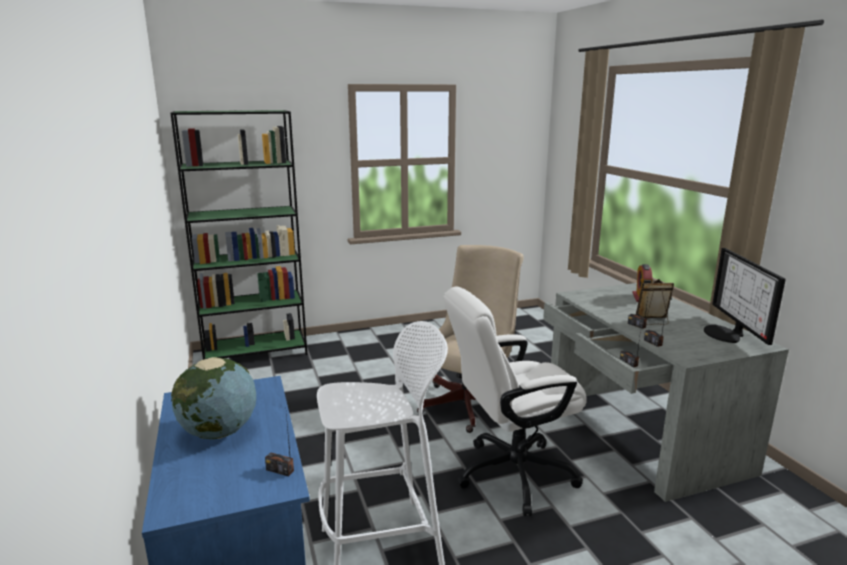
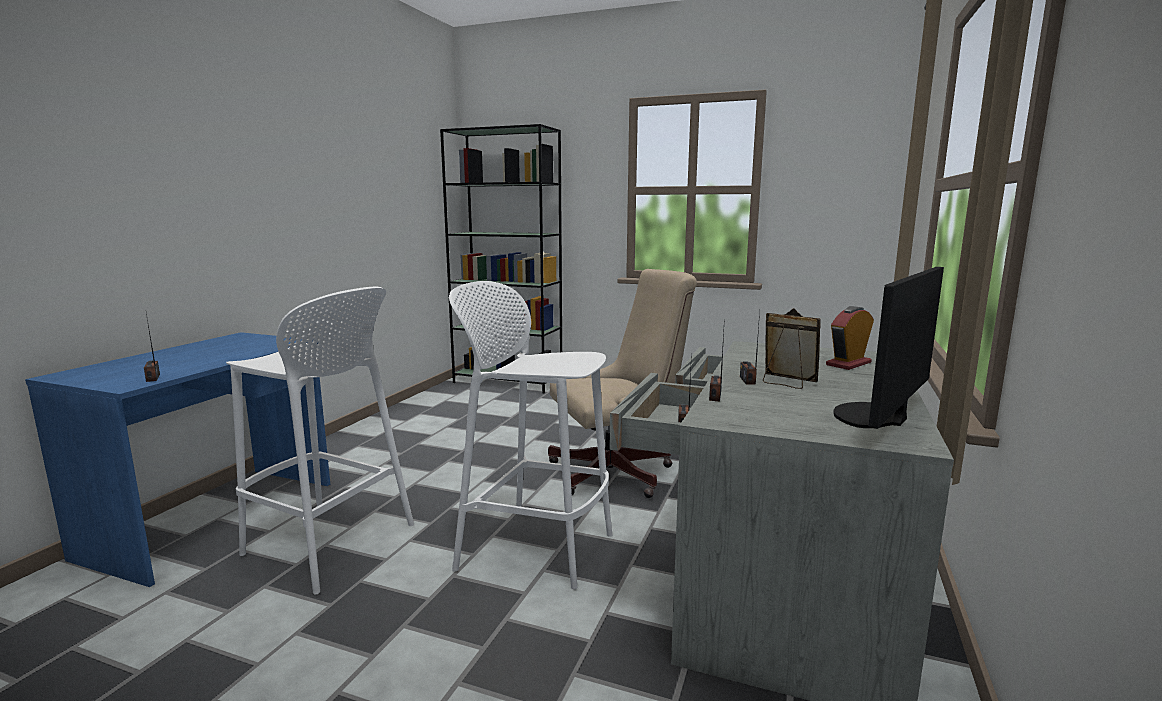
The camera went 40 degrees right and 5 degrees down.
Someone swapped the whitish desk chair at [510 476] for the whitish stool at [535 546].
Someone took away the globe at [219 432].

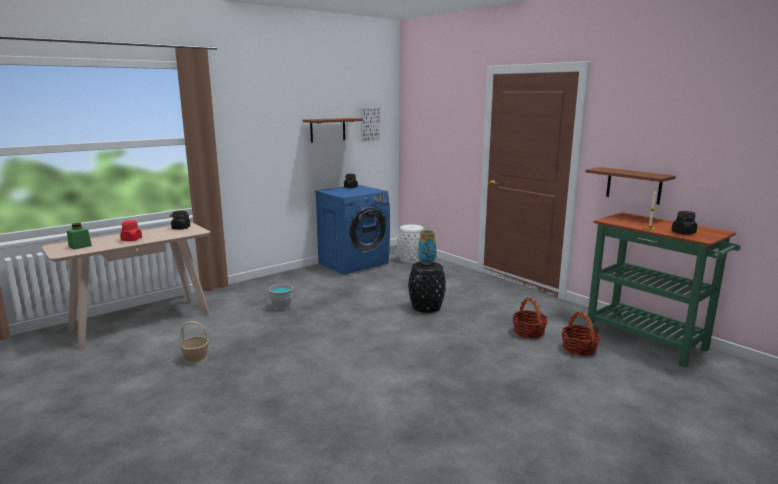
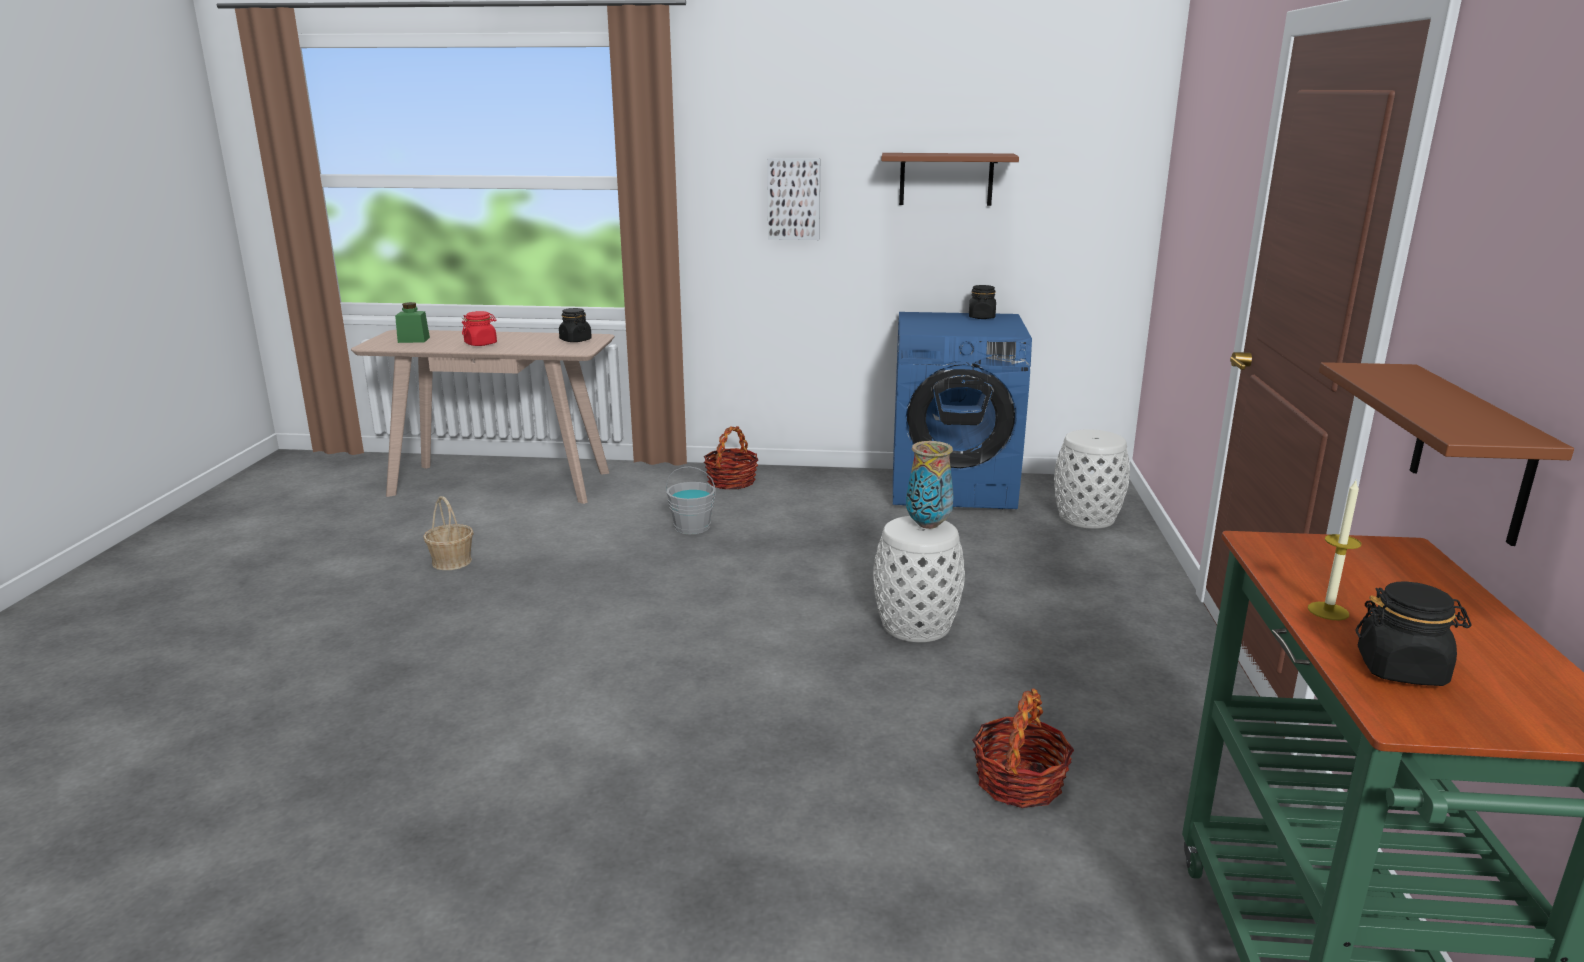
The camera went 45 degrees right and 5 degrees up.
Someone carried the picture from [369 124] to [794 199].
Someone repainted the blackish stool at [426 307], which became the whitish stool at [916 626].
Someone carried the storage basket from [579 349] to [731 482].

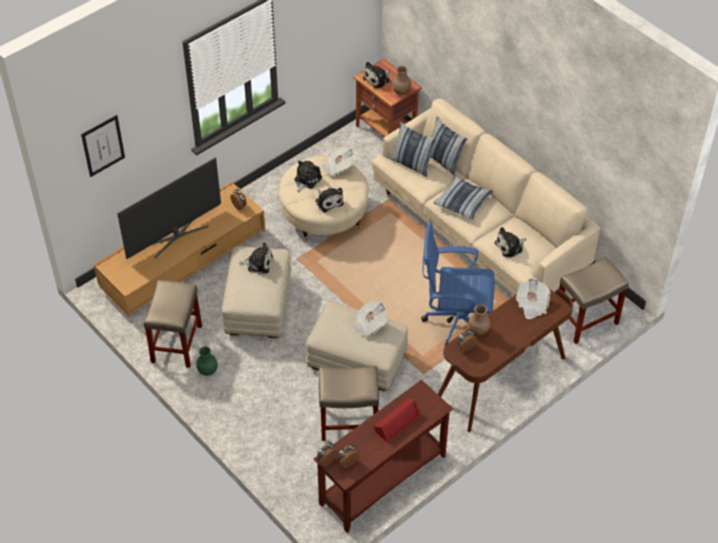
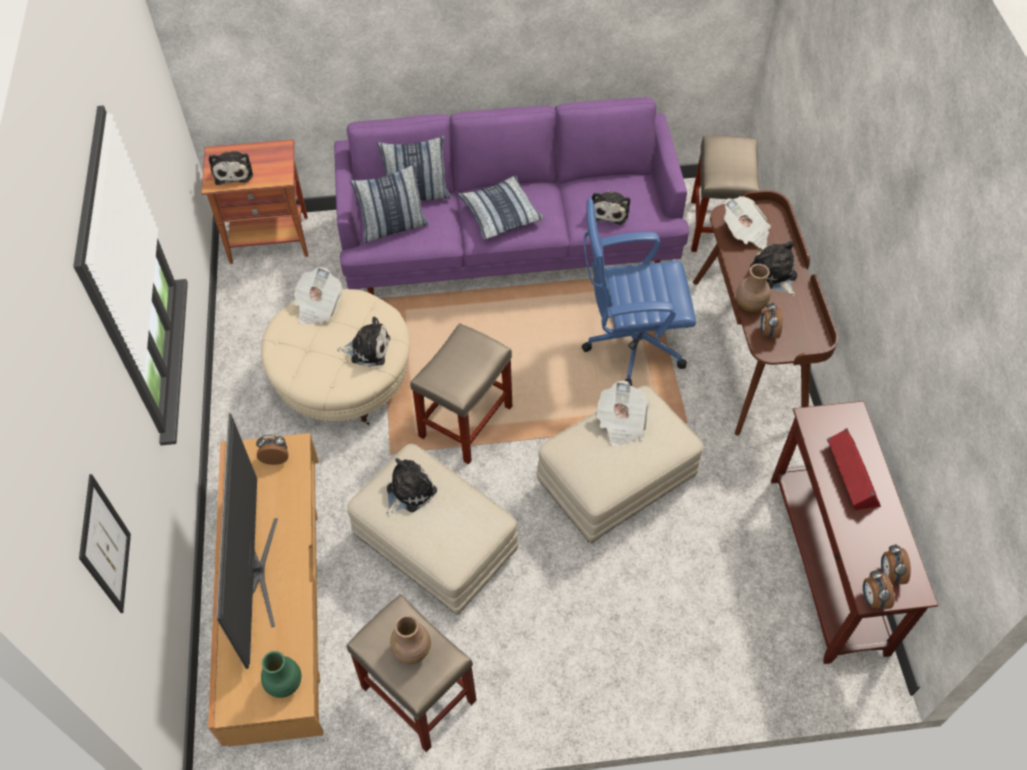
The camera went 55 degrees left and 5 degrees up.
Someone carried the brownish decorative vase from [400 91] to [411 650].
Someone repainted the beige-coloured sofa at [478 231], which became the purple-coloured sofa at [509 244].
Someone carried the soft toy from [306 180] to [774 275].
Someone rotated the blue desk chair at [454 322] by 45 degrees clockwise.
Someone carried the greenish decorative vase from [207 370] to [284 683].
Someone carried the beige-coloured stool from [348 422] to [465 423].

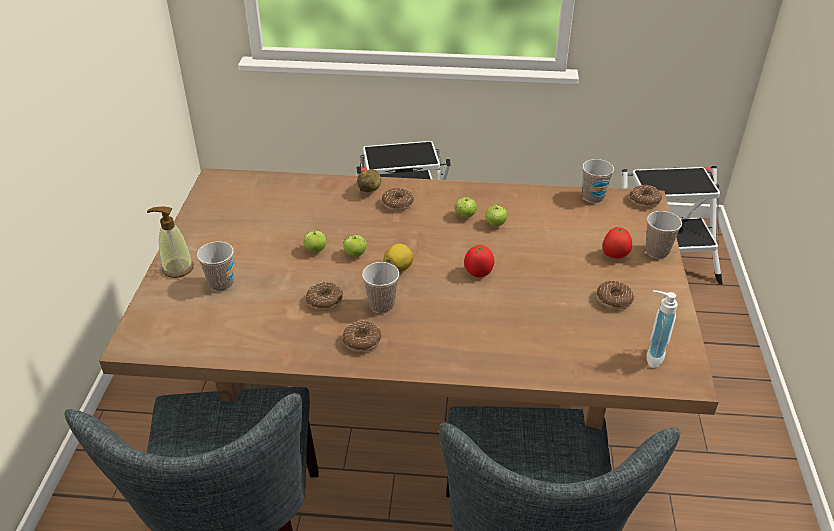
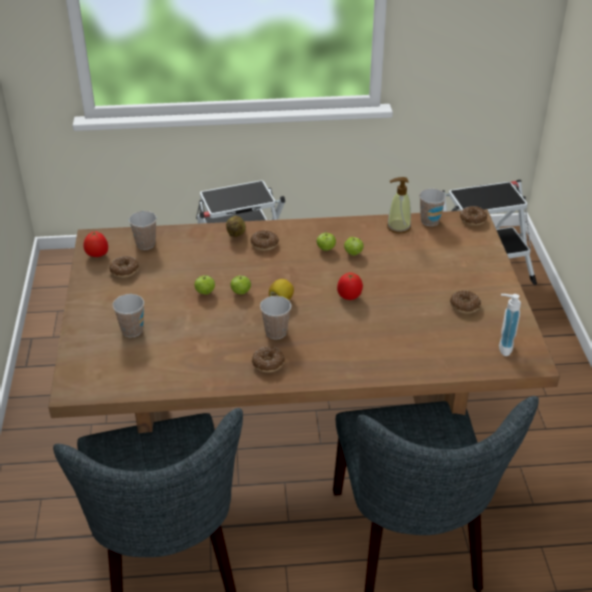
The camera went 10 degrees left and 0 degrees up.
Someone carried the liquid soap bottle from [177 268] to [398 227].
Someone carried the drinking cup from [657 252] to [145 244].
Someone carried the tomato from [615 256] to [97 255].
Someone carried the ring doughnut from [325 301] to [124 271].

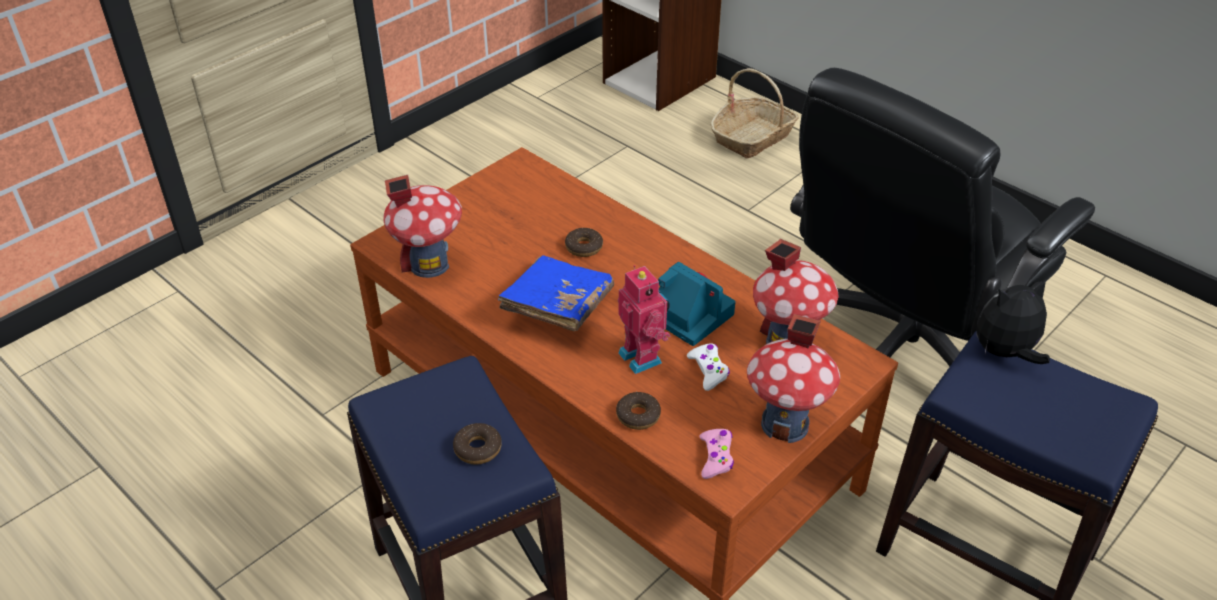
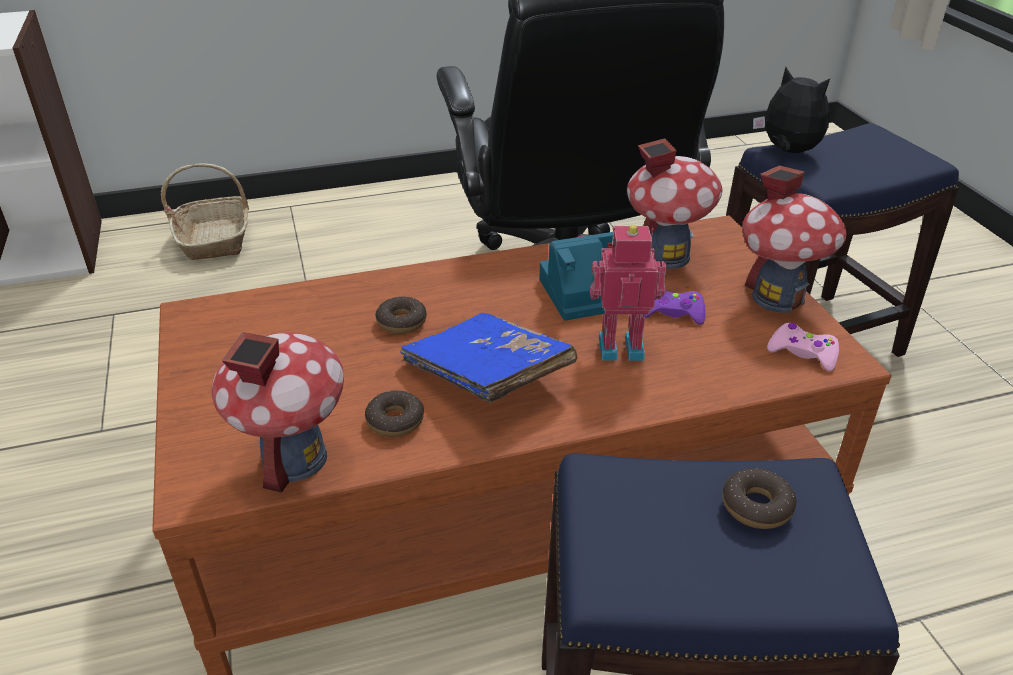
The camera went 60 degrees left and 5 degrees down.
Someone rotated the soft toy at [1005 353] by 120 degrees clockwise.
Someone repainted the whitish joypad at [708 370], which became the purple-coloured joypad at [672 312].
Someone carried the ring doughnut from [638 415] to [395 421].

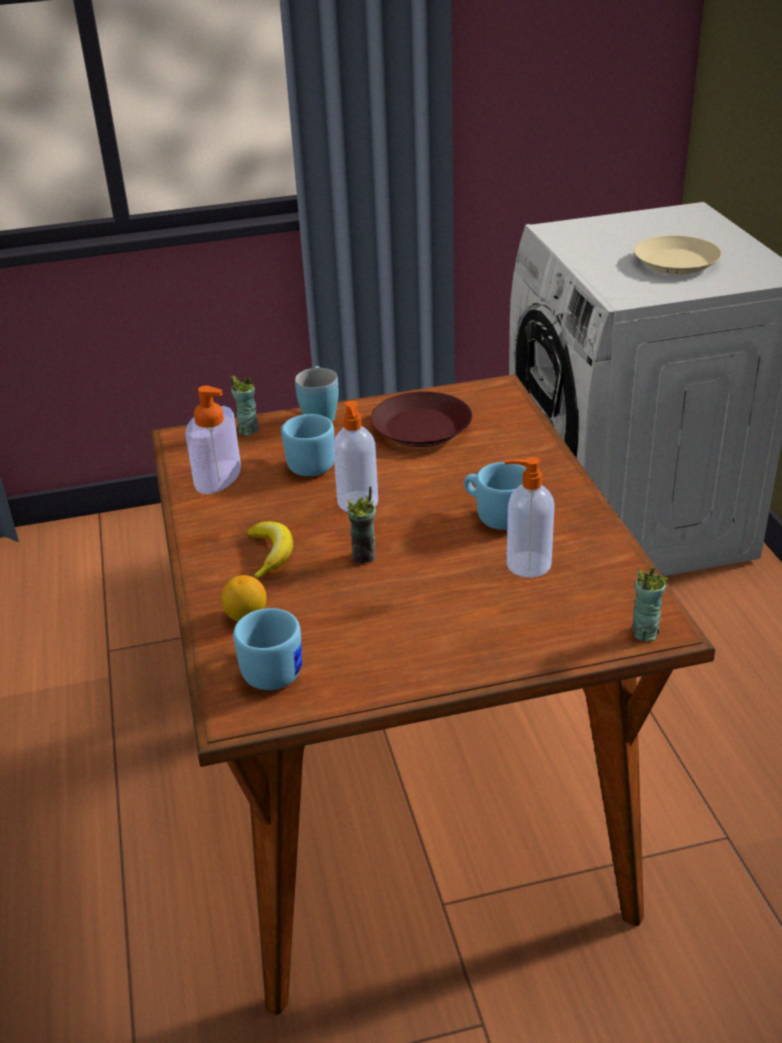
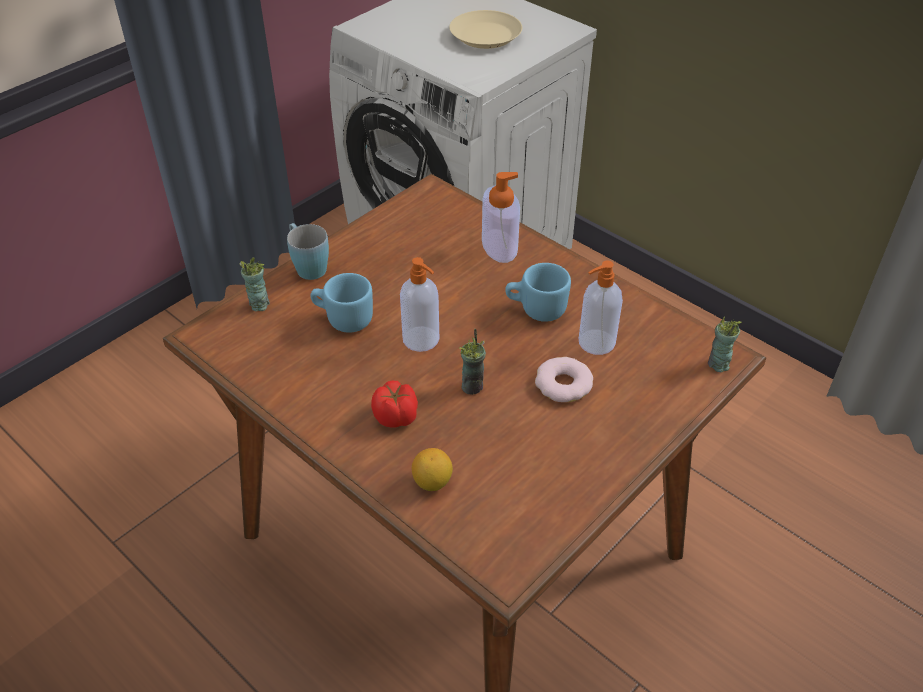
The camera went 35 degrees left and 10 degrees up.
Someone carried the liquid soap bottle from [218 477] to [499 246].
Someone took away the brownish plate at [422 428].
Someone swapped the whole banana at [270 555] for the tomato at [396 417].
Someone took away the blue coffee mug at [273 667].
Someone put down the ring doughnut at [563 384].

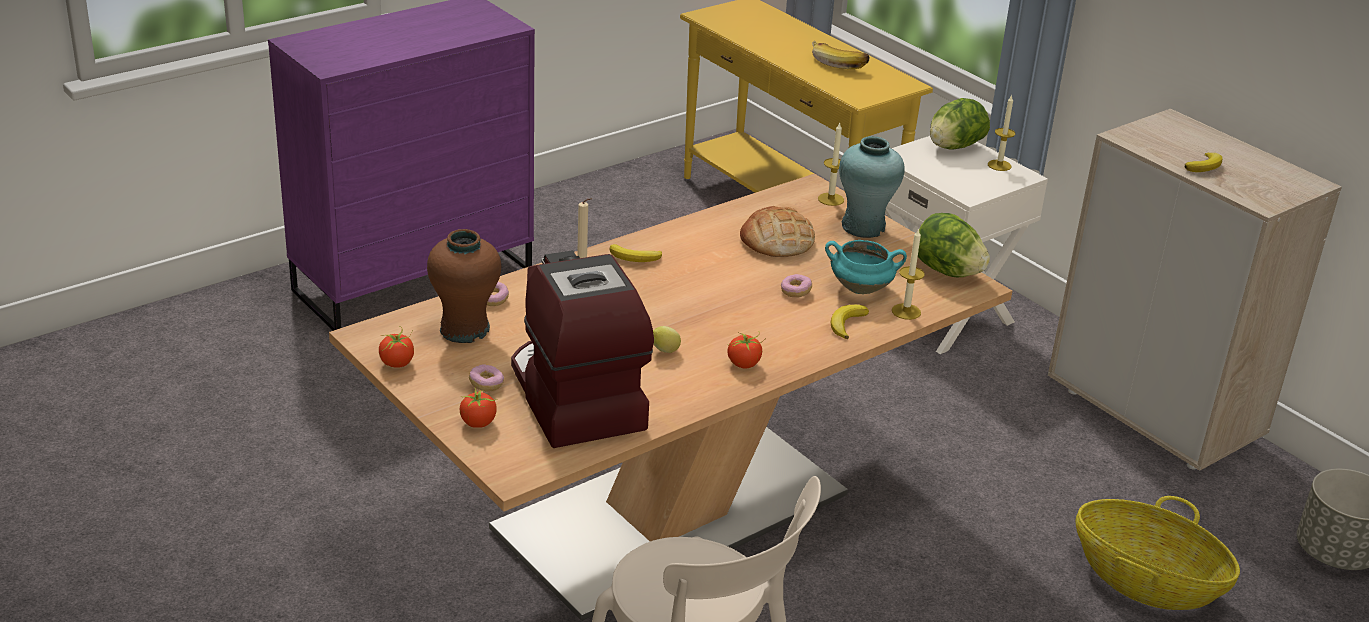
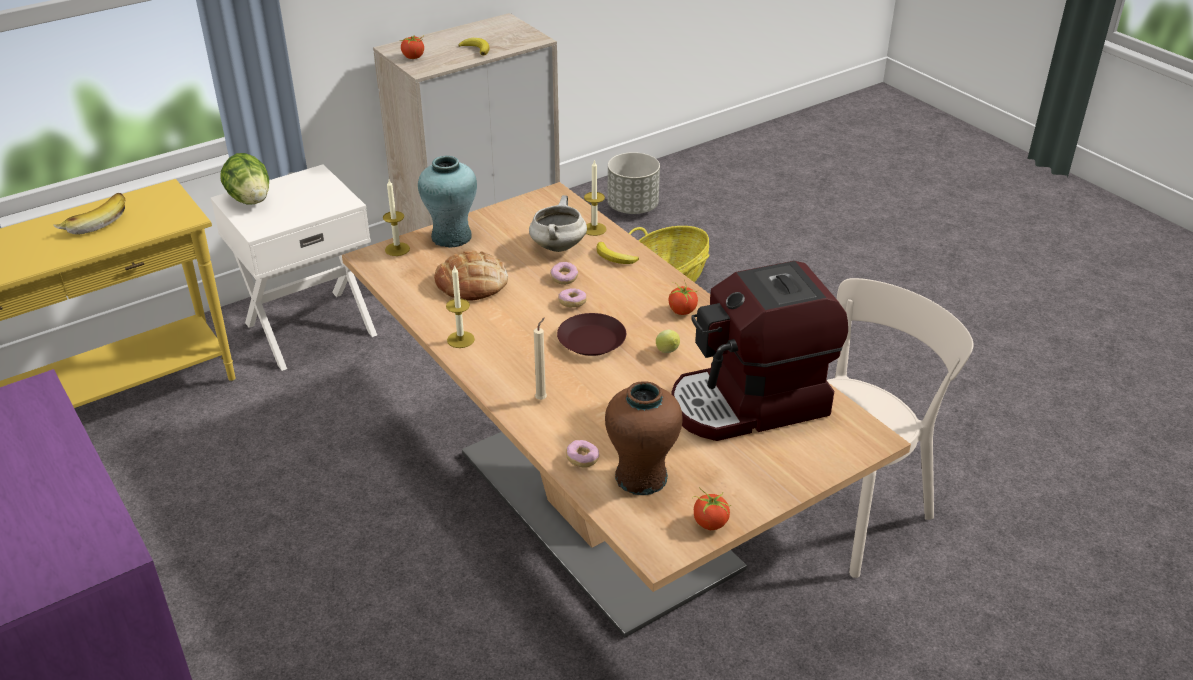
The camera went 85 degrees left and 5 degrees up.
Someone carried the candle from [999 165] to [460 339].
Someone took away the lettuce head at [947 271].
Someone repainted the blue-green stockpot at [861 288], which became the whitish stockpot at [557 246].
Someone took away the whole banana at [636 257].
Someone carried the ring doughnut from [486 384] to [572 303].
Someone carried the tomato from [478 423] to [413 57].
Someone put down the brownish plate at [591 341].

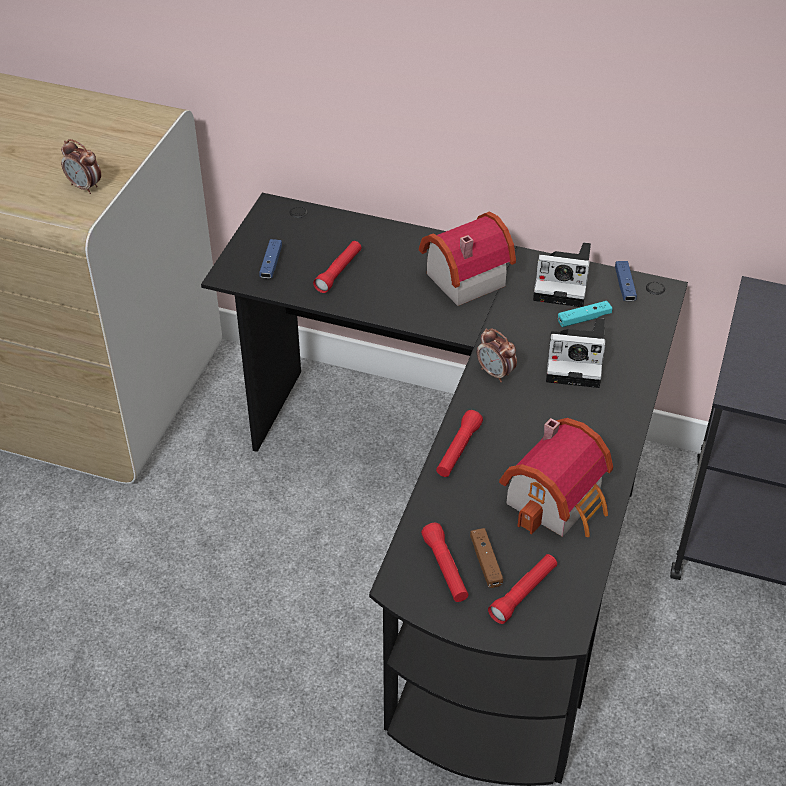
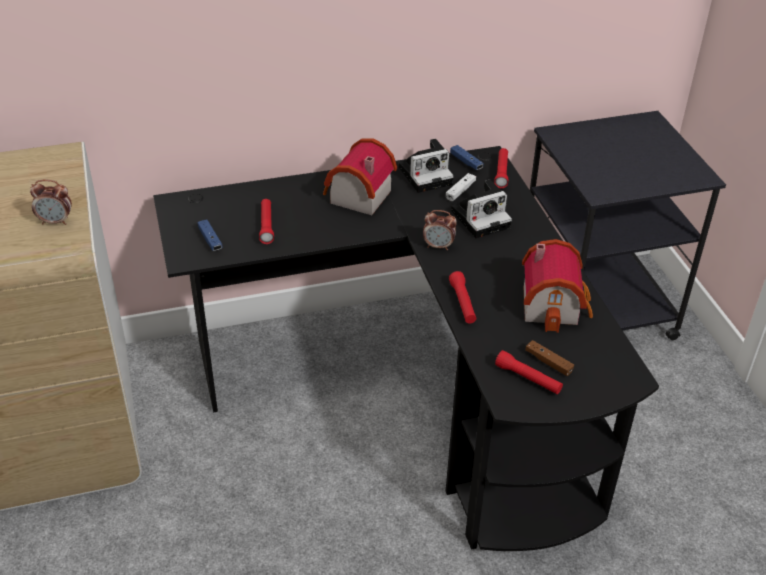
The camera went 35 degrees left and 5 degrees down.
Someone repainted the blue-green joypad at [584 319], which became the whitish joypad at [460 191].
Someone carried the red hand torch from [523 593] to [501 172].

